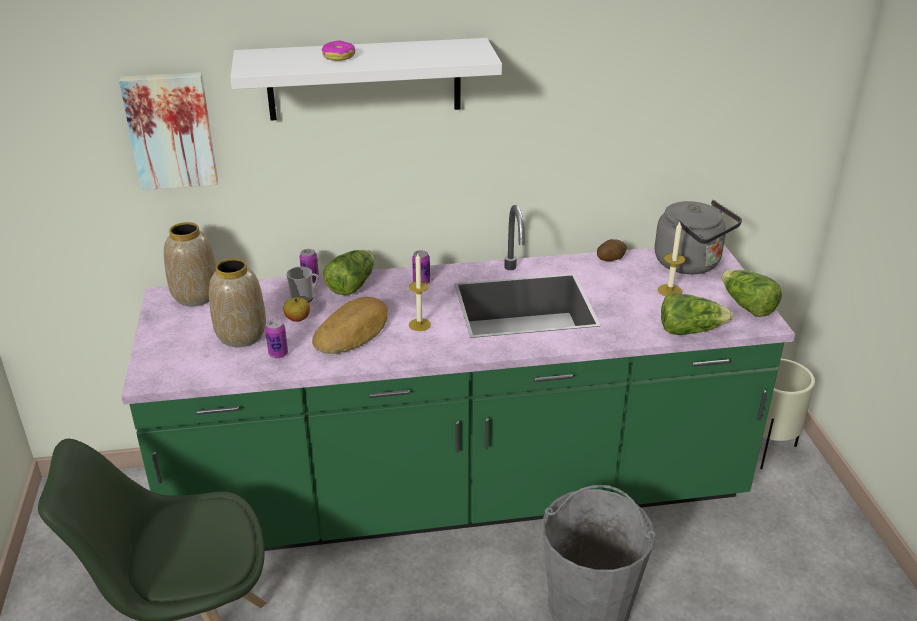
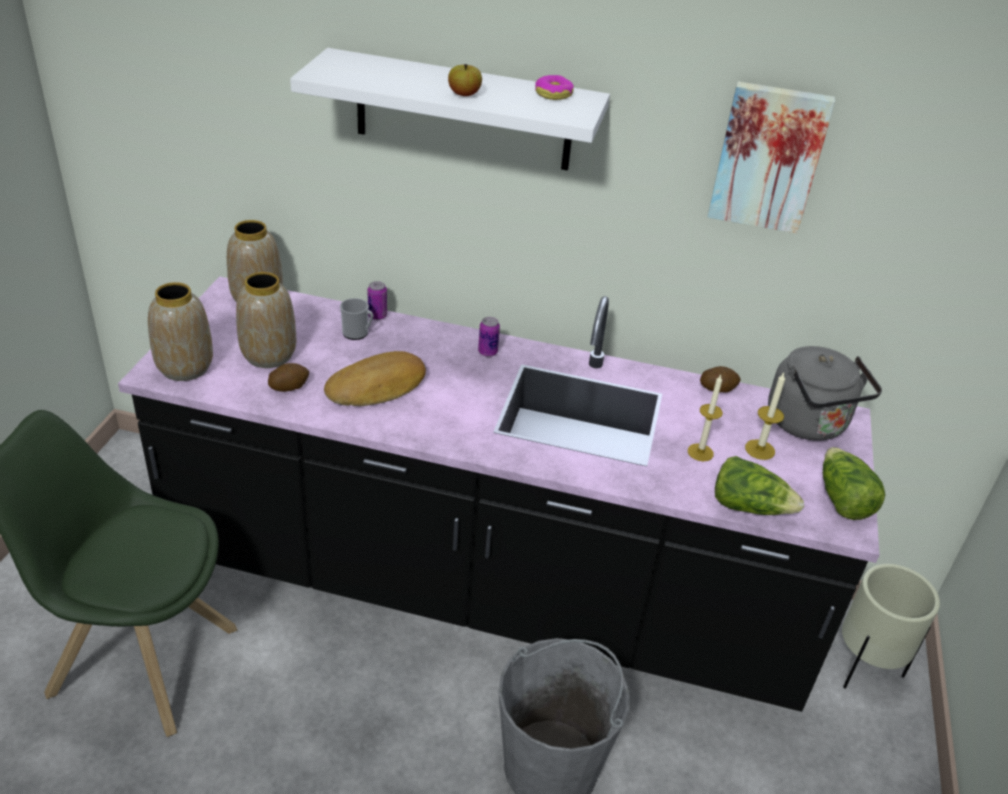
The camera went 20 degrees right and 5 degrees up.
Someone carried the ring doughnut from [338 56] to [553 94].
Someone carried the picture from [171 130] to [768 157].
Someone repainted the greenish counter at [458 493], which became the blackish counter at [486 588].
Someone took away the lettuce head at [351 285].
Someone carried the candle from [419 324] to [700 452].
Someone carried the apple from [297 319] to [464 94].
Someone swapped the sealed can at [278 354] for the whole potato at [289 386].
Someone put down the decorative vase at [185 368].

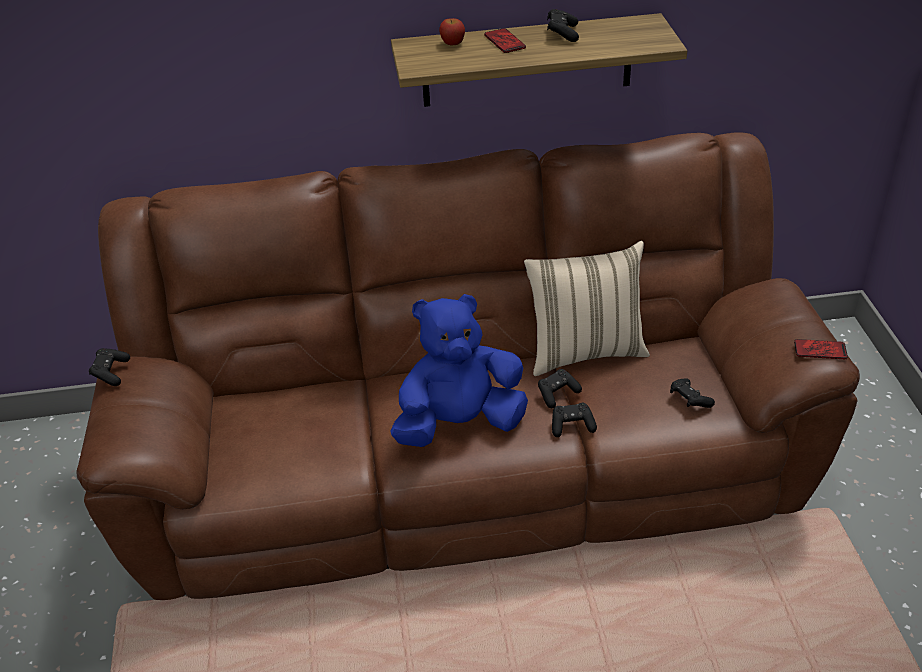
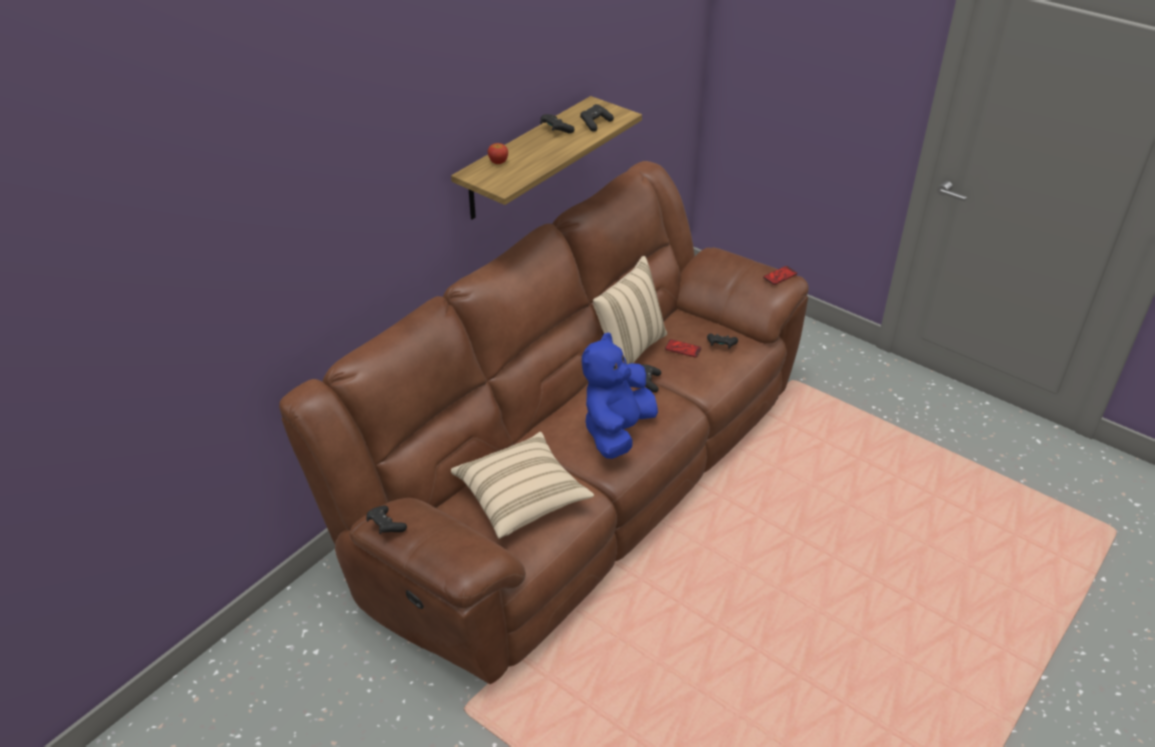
The camera went 45 degrees left and 0 degrees up.
Someone carried the telephone from [504 42] to [683 349].
Someone carried the blackish joypad from [572 426] to [595 123].
Someone put down the beige-coloured pillow at [521 498].

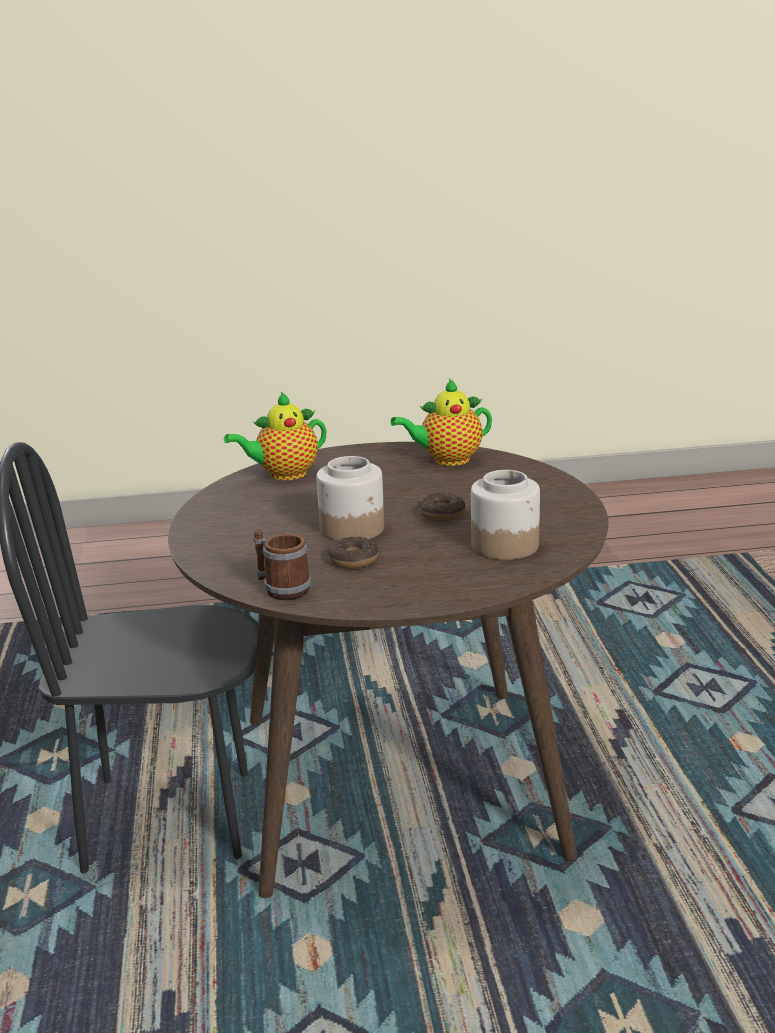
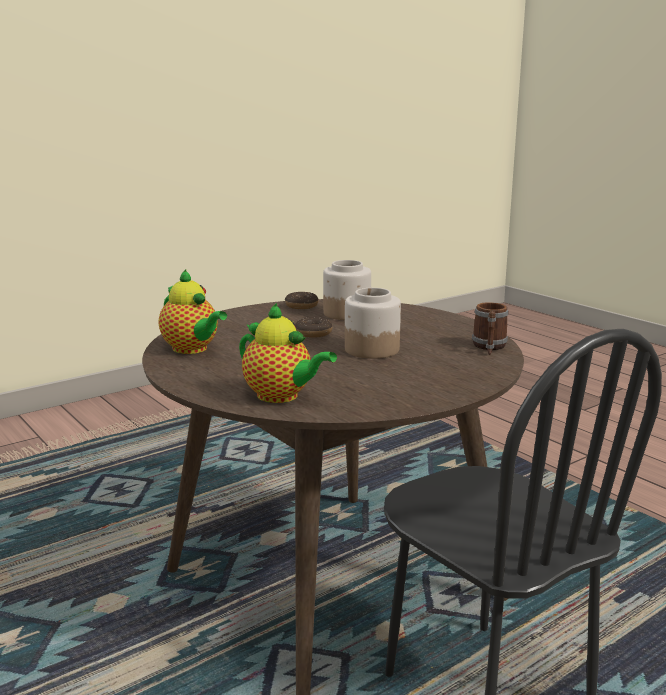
The camera went 120 degrees left and 5 degrees down.
Someone carried the ring doughnut from [353 560] to [301 306].

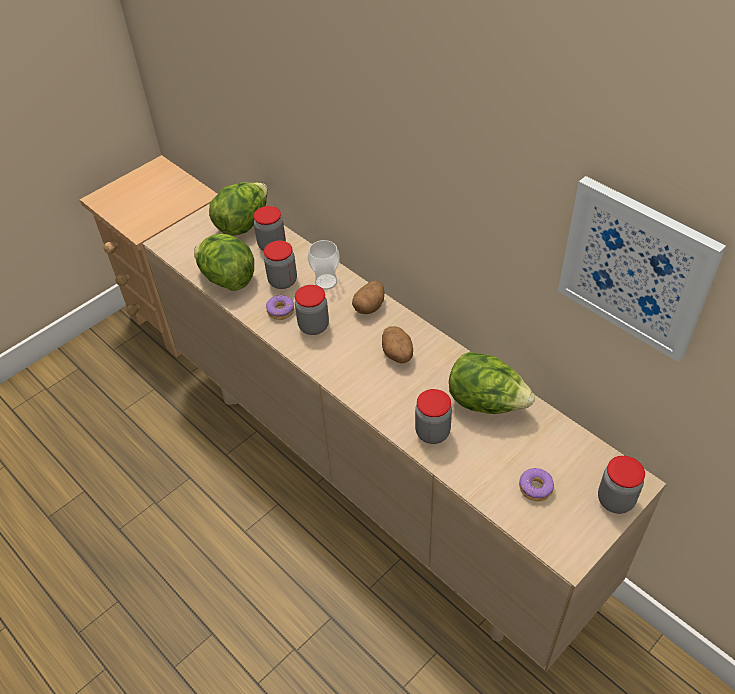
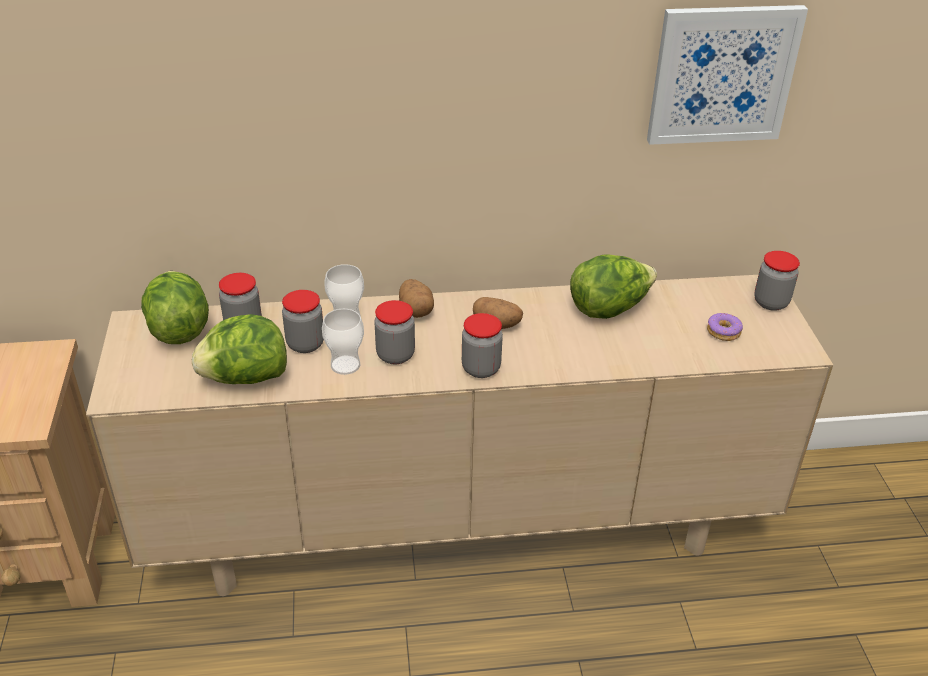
The camera went 55 degrees left and 10 degrees down.
Someone swapped the ring doughnut at [281 311] for the drinking cup at [345 365].
Someone carried the storage jar from [432 432] to [481 368].

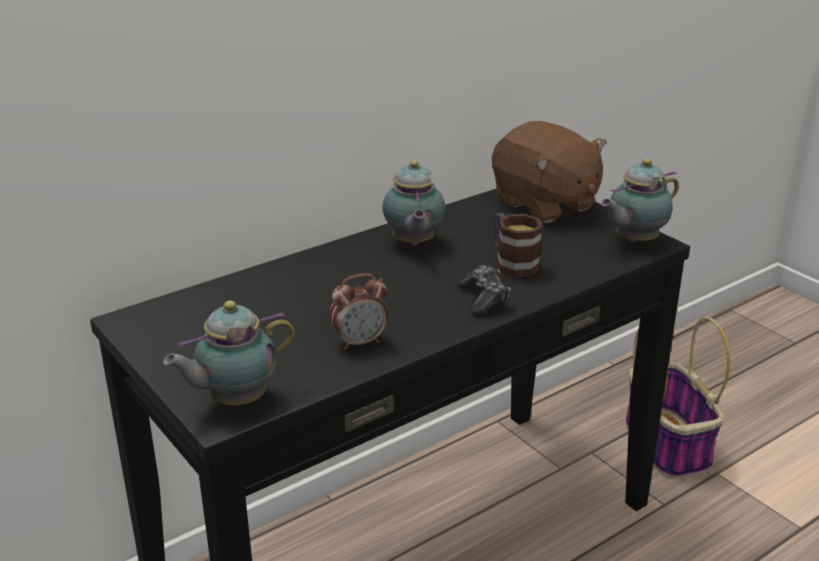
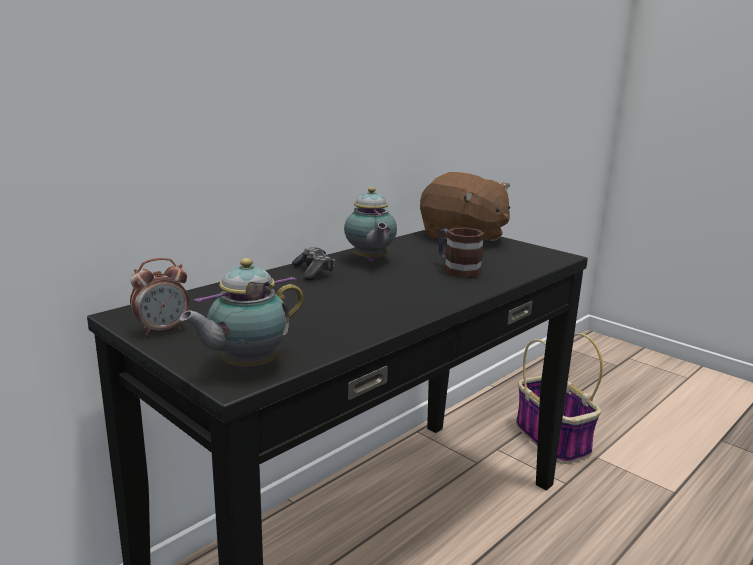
The camera went 10 degrees left and 10 degrees down.
Someone took away the teapot at [634 240].
Someone carried the joypad from [484 298] to [314 272].
Someone carried the table clock from [360 342] to [162 330].

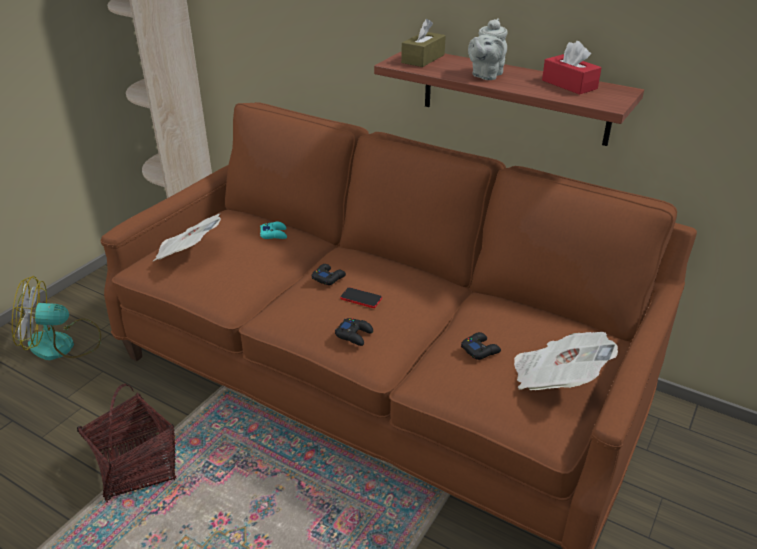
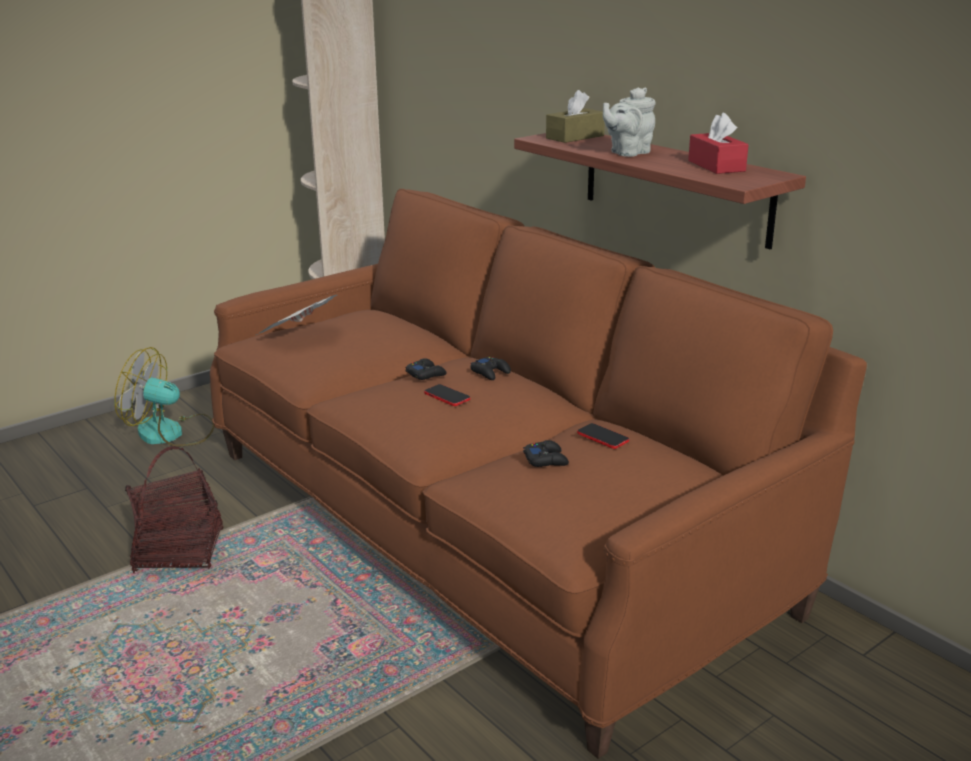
The camera went 20 degrees right and 10 degrees down.
Someone took away the blue-green joypad at [274 234].
Someone carried the blackish joypad from [354 335] to [490 372].
Someone took away the printed paper at [556 379].
Someone put down the telephone at [602 437].

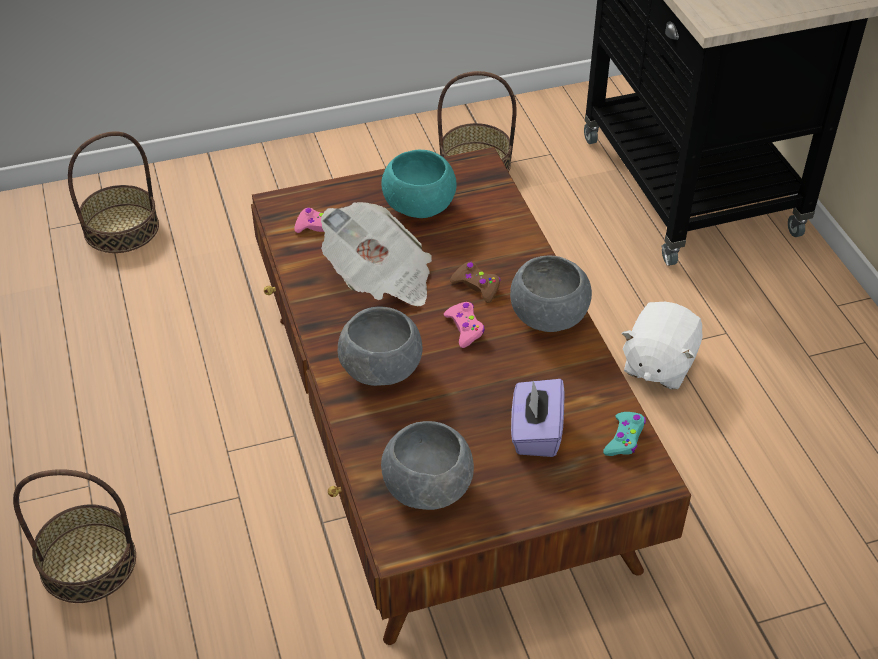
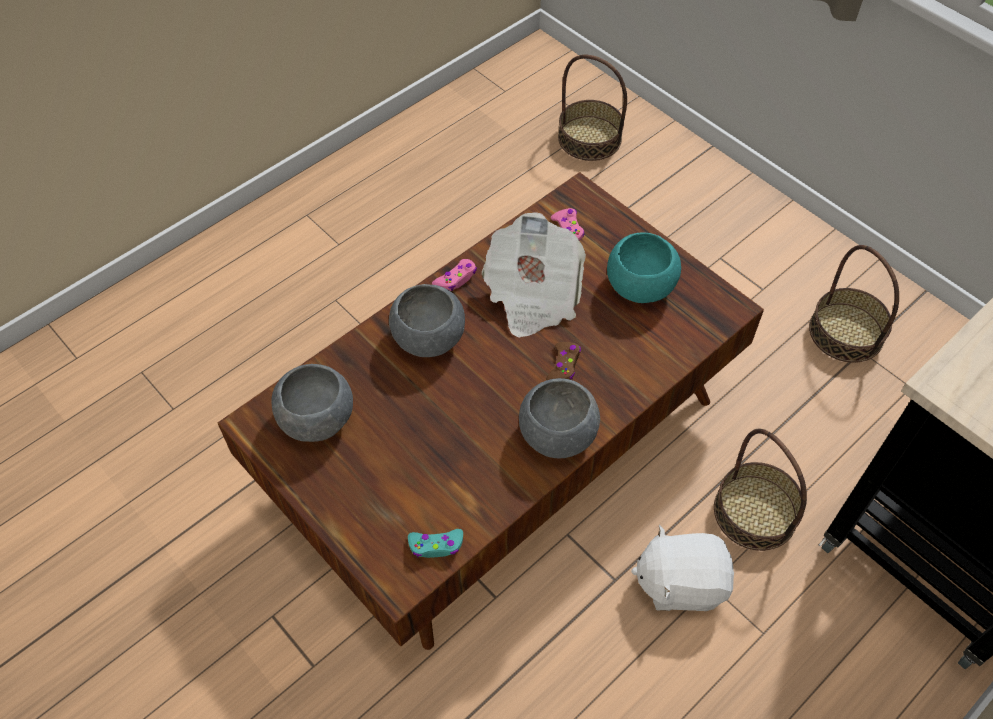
The camera went 65 degrees right and 10 degrees up.
Someone carried the pink-coloured joypad from [465 328] to [456 279].
Someone took away the purple-coloured tissue box at [535 433].
Someone carried the storage basket from [88 562] to [755 512].

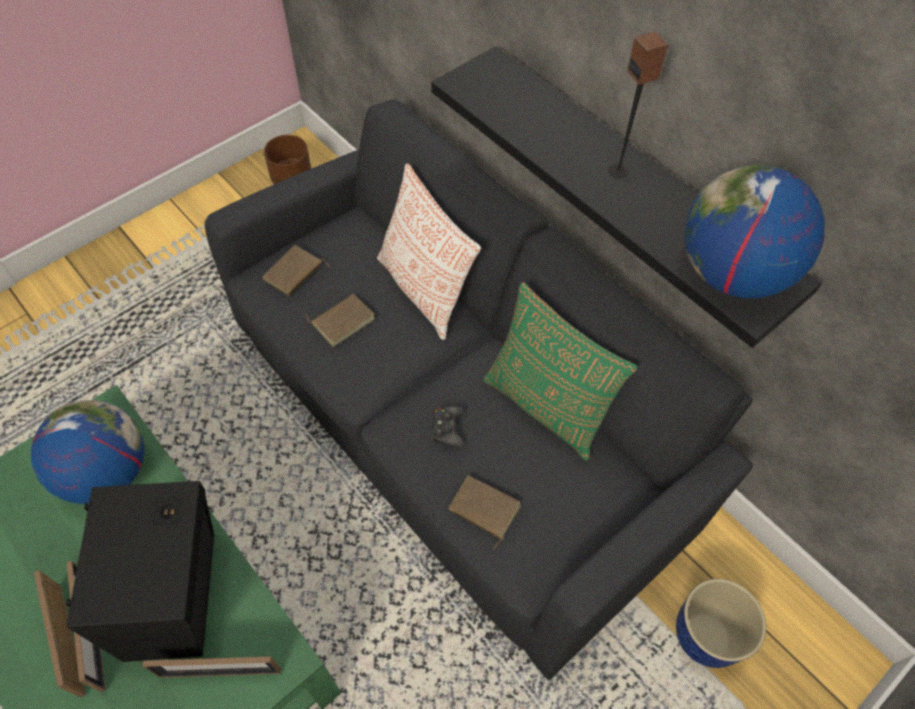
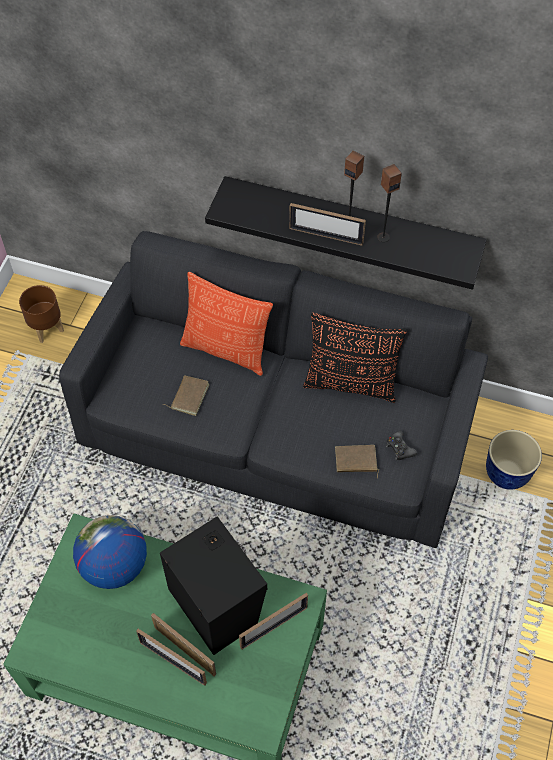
The camera went 30 degrees left and 0 degrees up.
Someone repainted the whitish pillow at [424 290], which became the orange pillow at [226 350].
Someone took away the globe at [732 273].
Someone took away the brownish bound book at [294 273].
Someone repainted the greenish pillow at [546 407], which became the blackish pillow at [351 383].
Someone carried the blackish joypad from [447 429] to [400 448].
Someone put down the speaker at [383 237].
Someone put down the picture frame at [326 236].

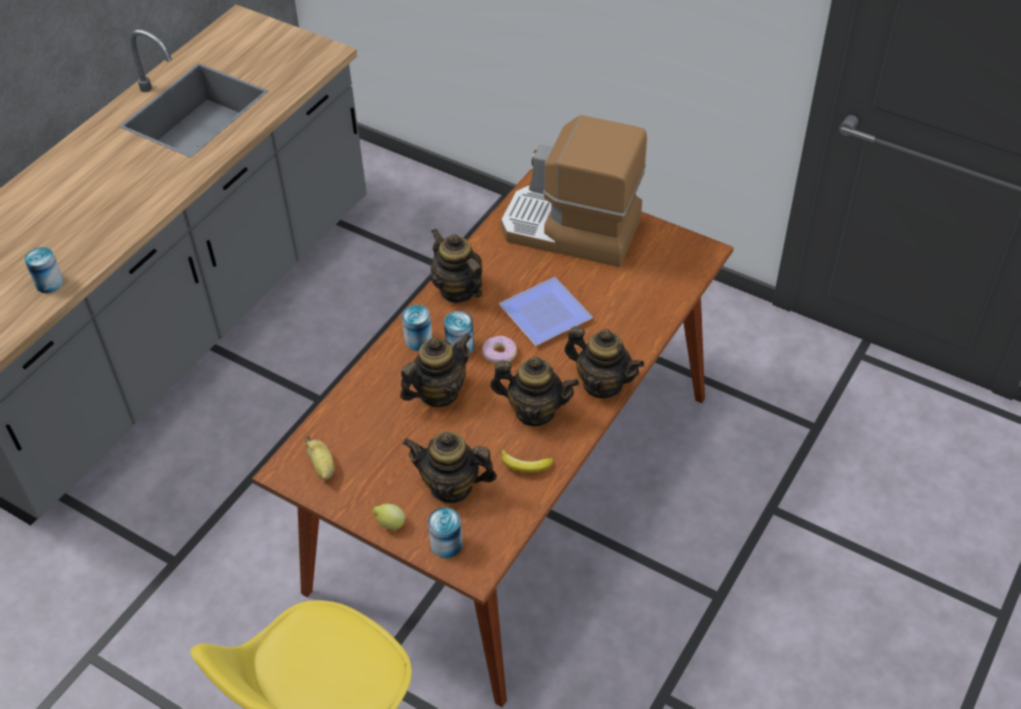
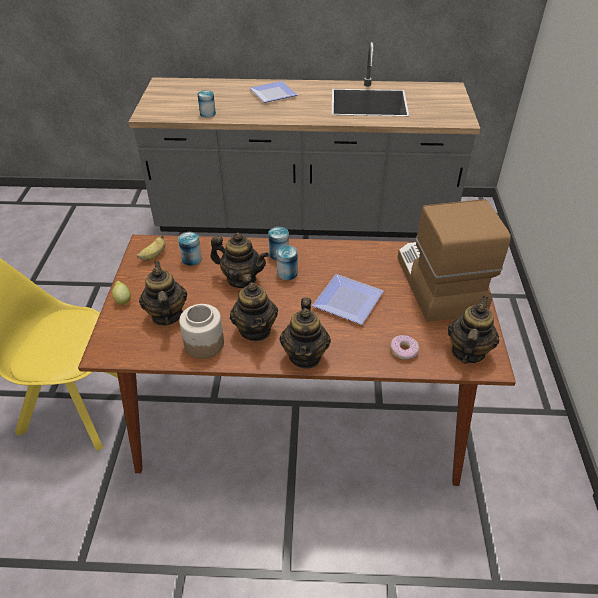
The camera went 60 degrees right and 5 degrees down.
Someone carried the teapot from [457 290] to [467 351].
Someone carried the ring doughnut from [499 353] to [404 350].
Someone swapped the whole banana at [525 465] for the storage jar at [203 343].
Someone carried the sealed can from [446 544] to [192 259].
Someone put down the plate at [275 94].

